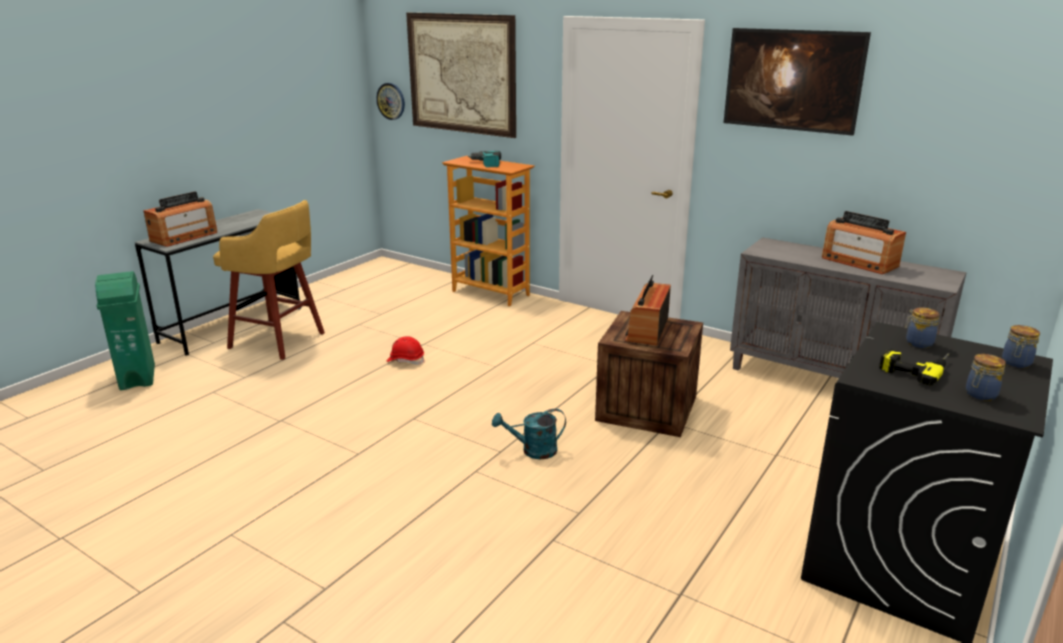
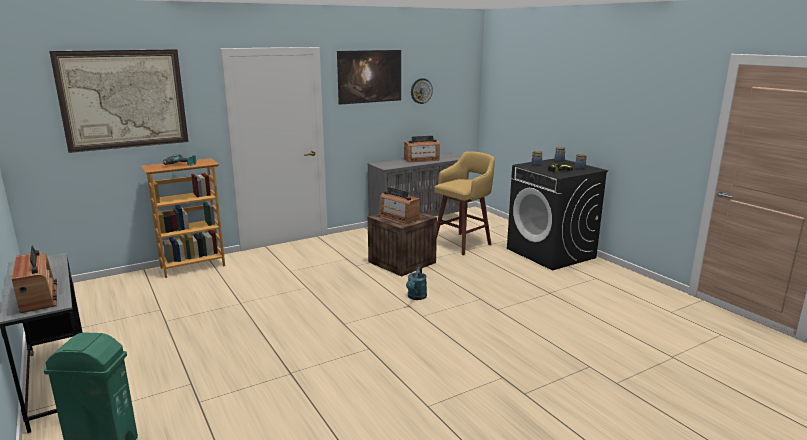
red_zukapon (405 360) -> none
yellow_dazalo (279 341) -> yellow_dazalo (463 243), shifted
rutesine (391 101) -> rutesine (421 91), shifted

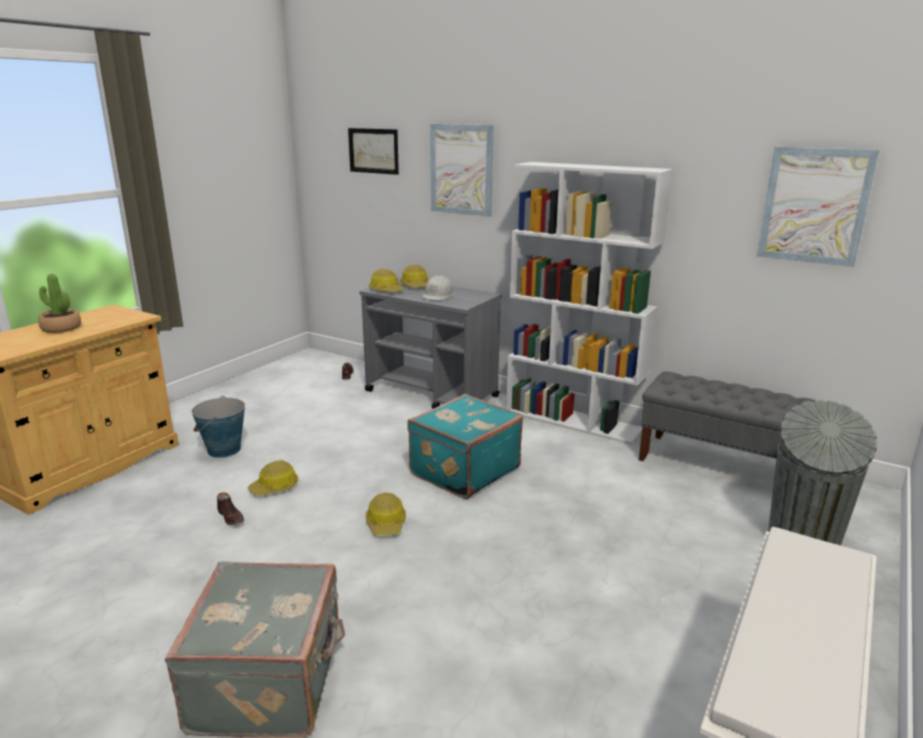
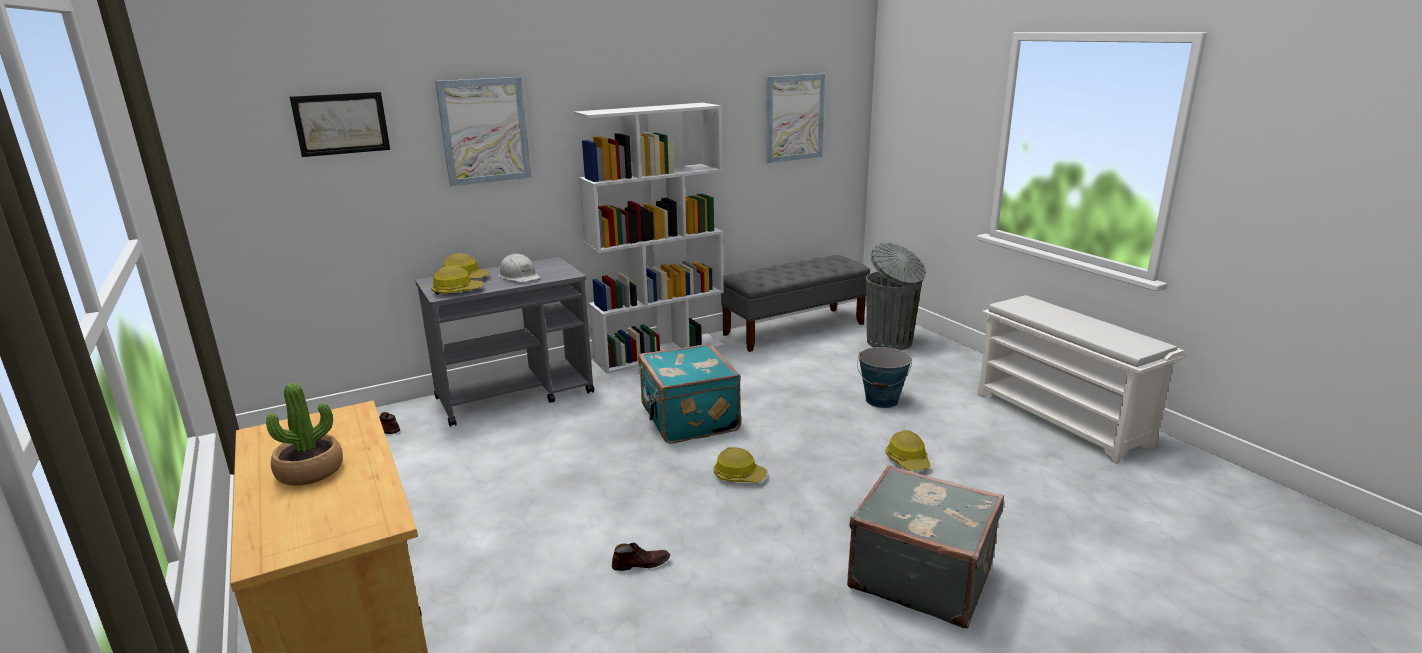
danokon (224 450) -> danokon (882 400), shifted
zukapon (275 487) -> zukapon (908 460), shifted

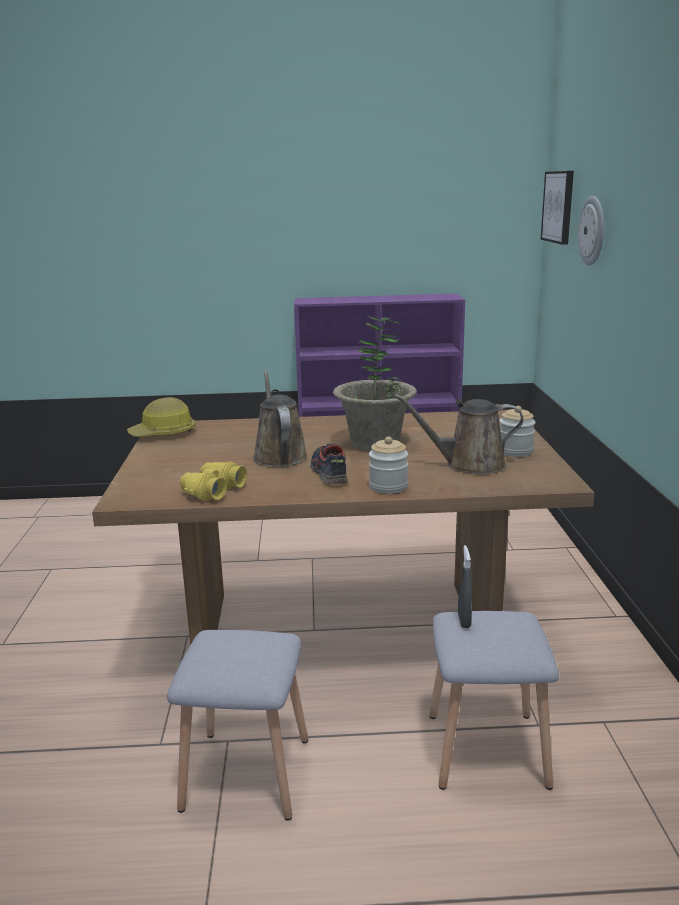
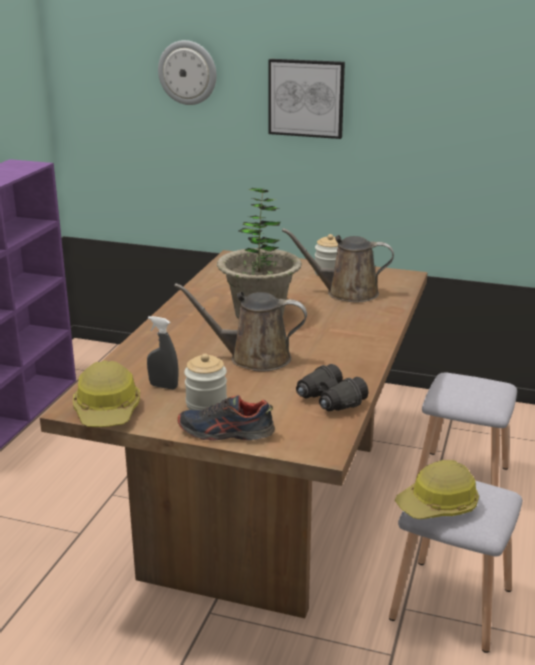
none -> zukapon (438 505)
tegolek (328 473) -> tegolek (226 433), shifted
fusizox (388 486) -> fusizox (206 404), shifted
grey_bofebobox (464 621) -> grey_bofebobox (163 386), shifted
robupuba (559 207) -> robupuba (306 98), shifted
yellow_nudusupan (212 491) -> black_nudusupan (329 401)
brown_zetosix (469 465) -> brown_zetosix (346 293), 75 degrees clockwise

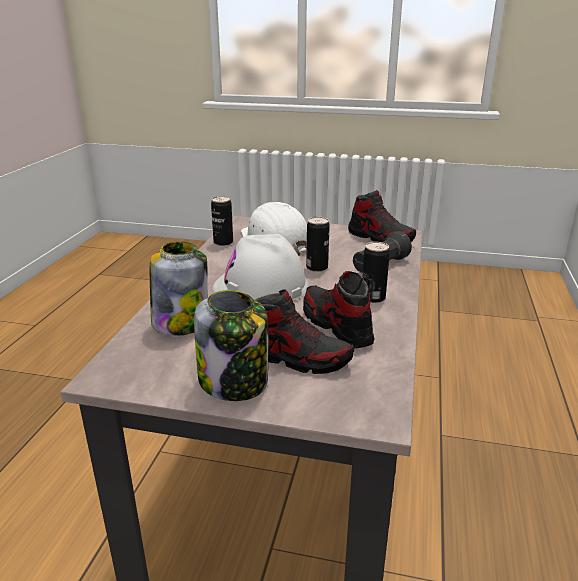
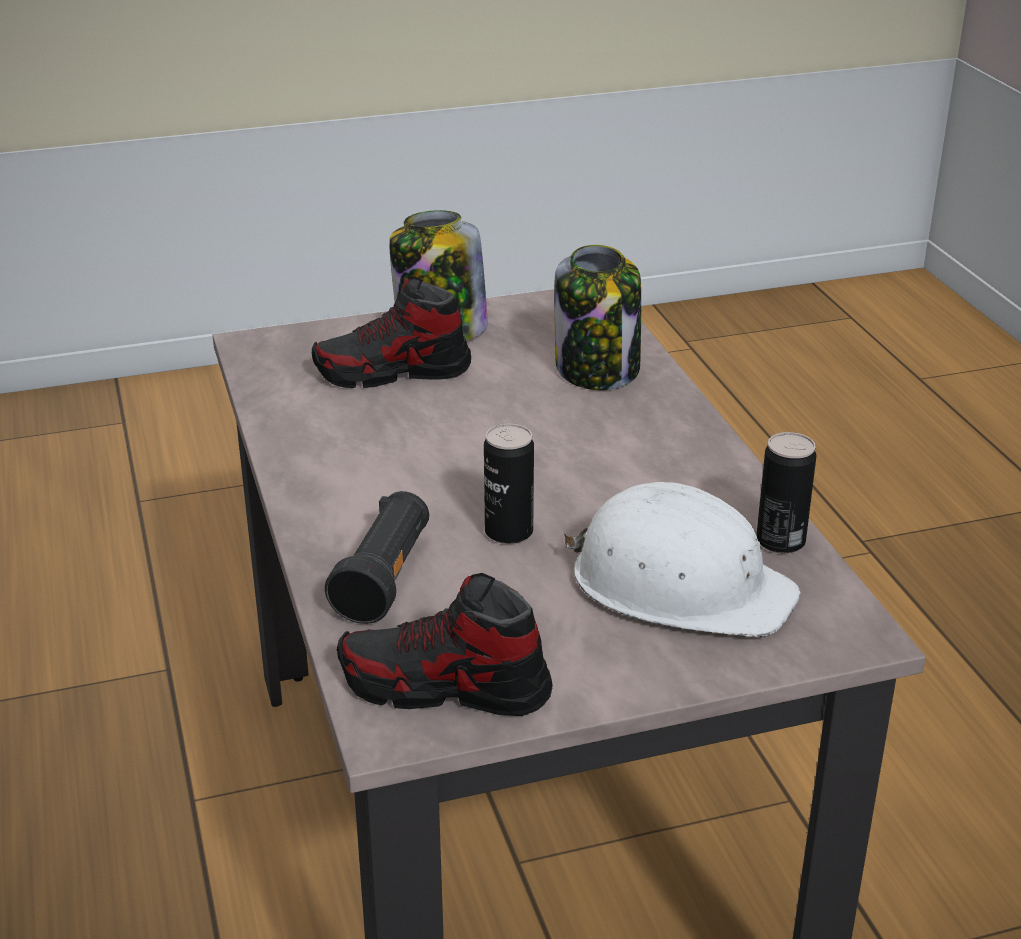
white_zukapon (261 286) -> none
tegolek (336 326) -> none
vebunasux (373 298) -> none

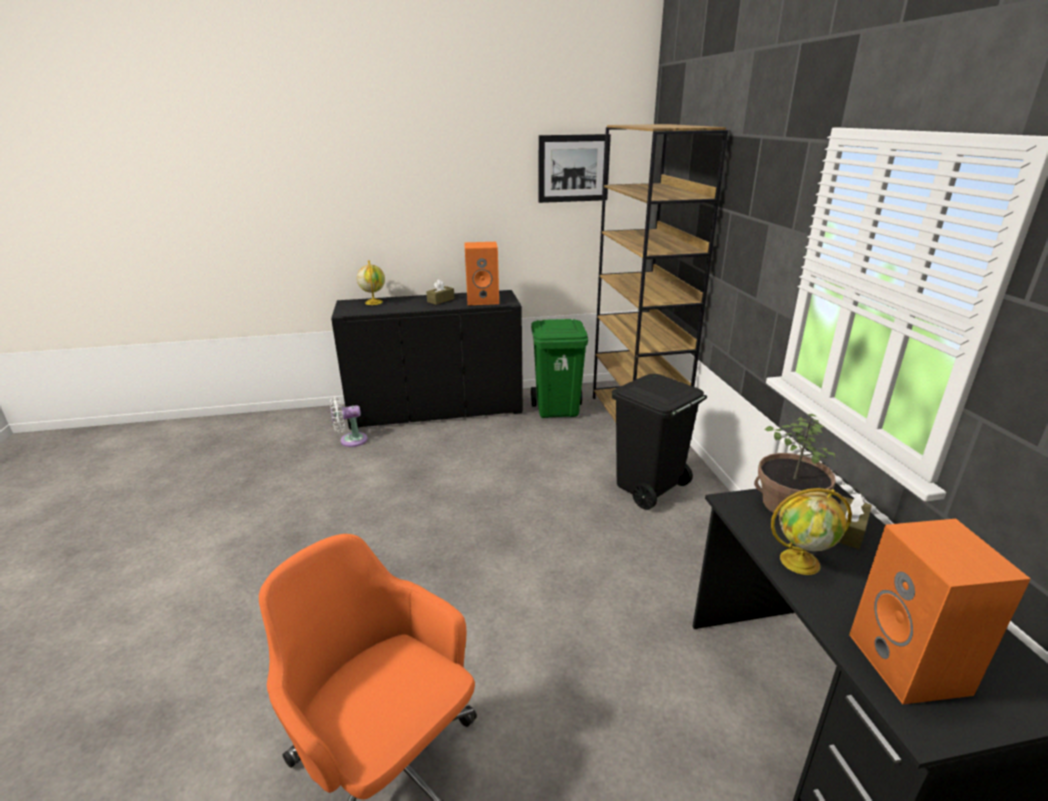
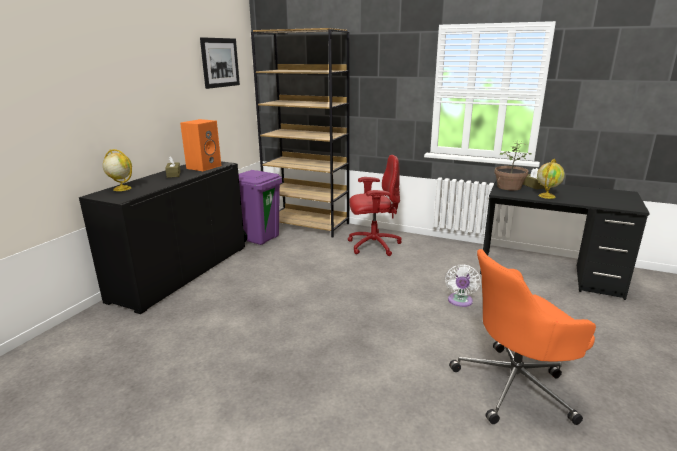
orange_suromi (911 665) -> none
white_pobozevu (350 440) -> white_pobozevu (460 302), shifted
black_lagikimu (649 488) -> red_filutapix (373 245)
green_lagikimu (558 410) -> purple_lagikimu (259 238)

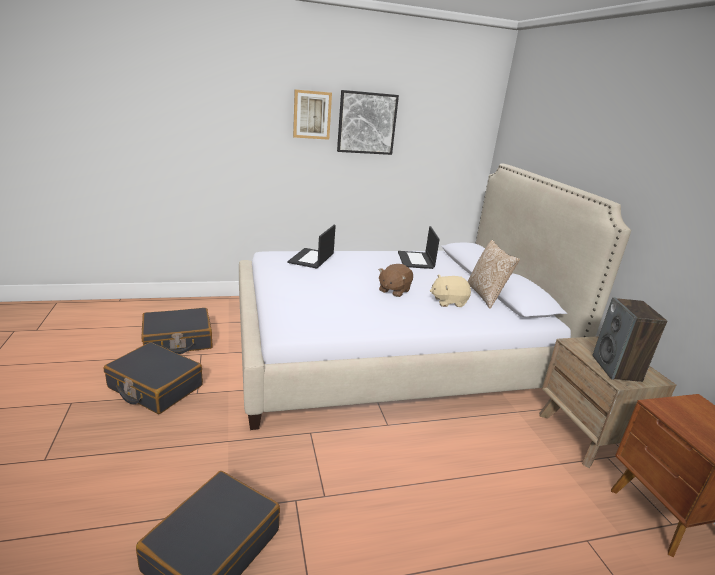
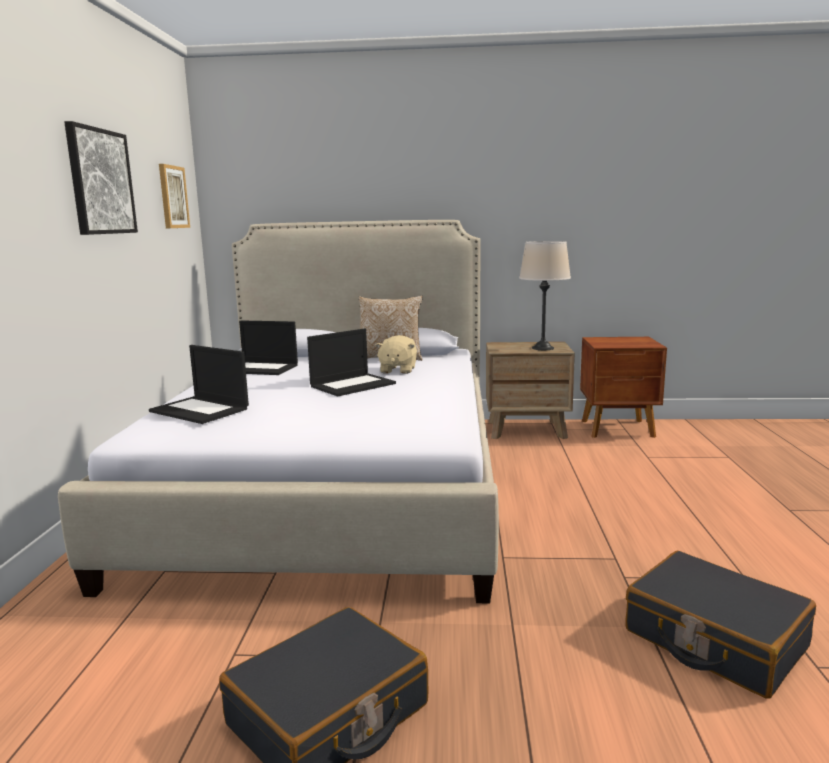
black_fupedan (178 340) -> none
robupuba (312 115) -> robupuba (173 197), shifted
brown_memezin (394 290) -> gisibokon (353 385)
suromi (617 369) -> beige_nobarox (543 348)

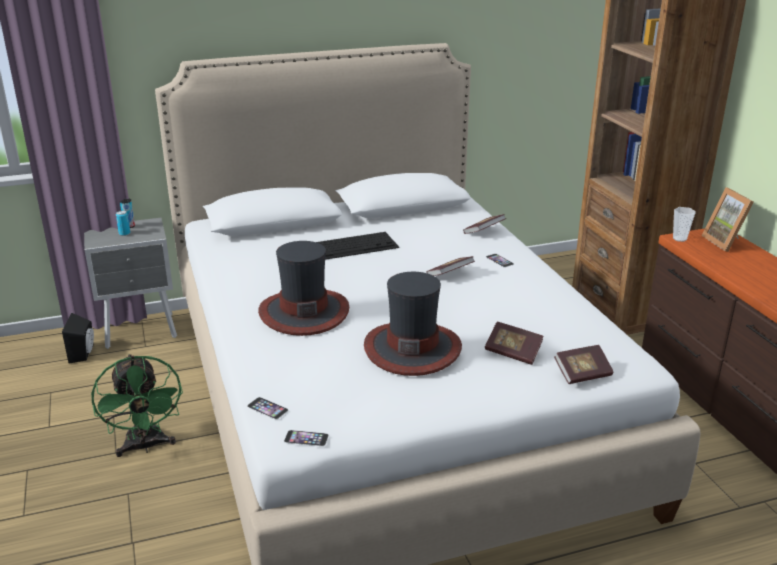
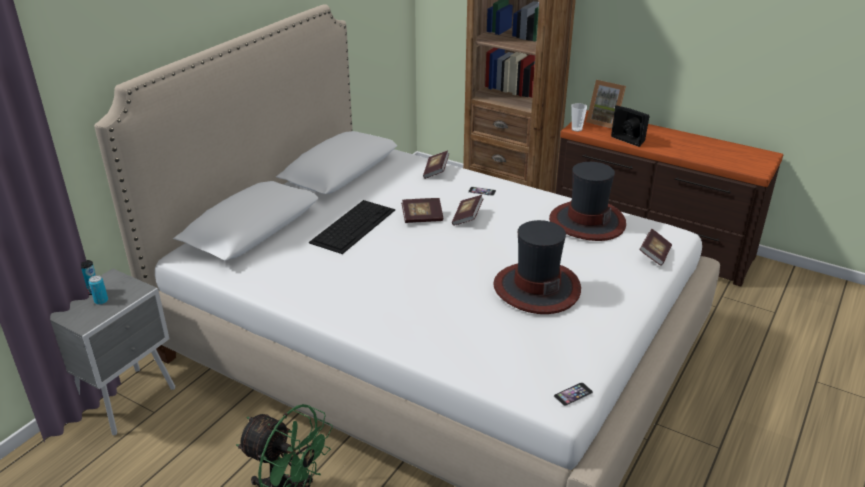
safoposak (267 408) -> none
black_suromi (84 353) -> black_suromi (630 139), shifted
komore (304 312) -> komore (586 222), shifted
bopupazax (513 352) -> bopupazax (422 218), shifted

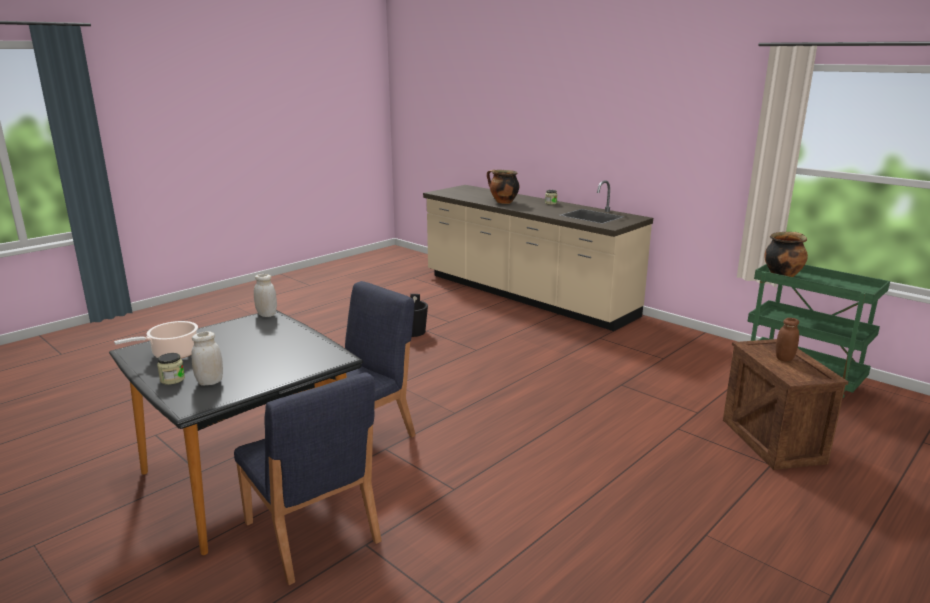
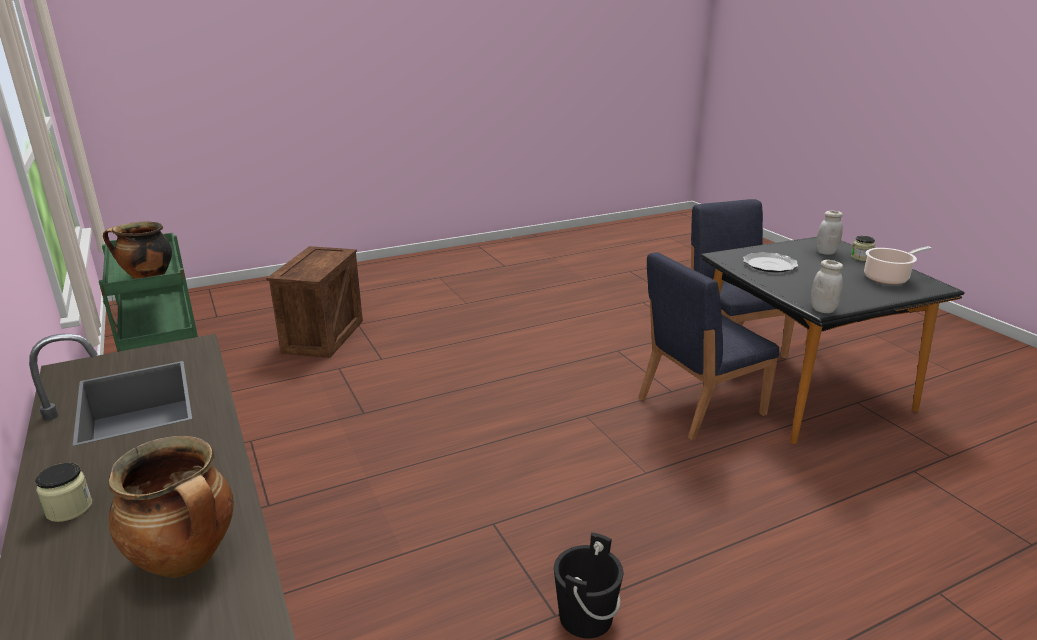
brown_fusizox (784 358) -> none
none -> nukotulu (769 265)

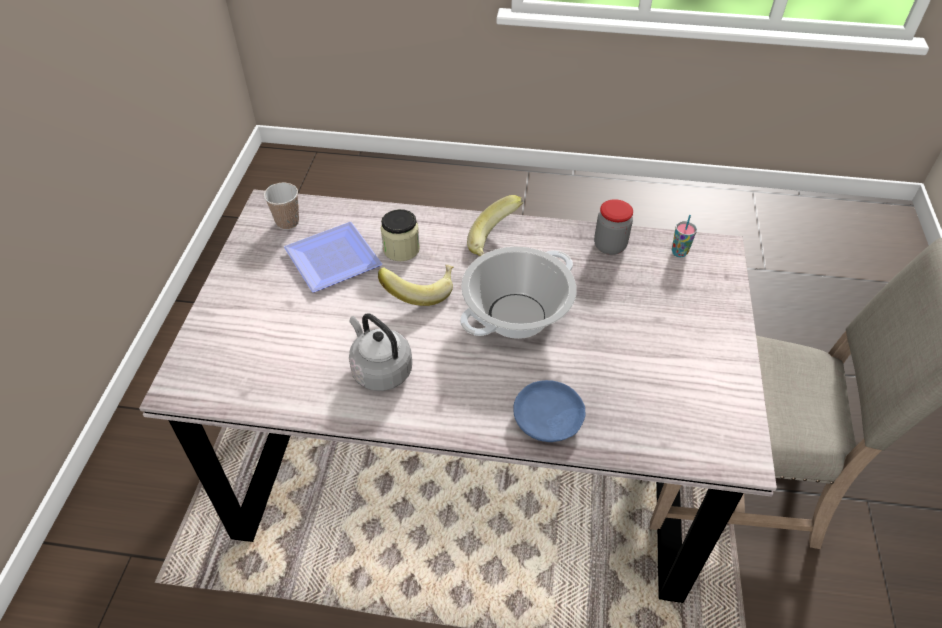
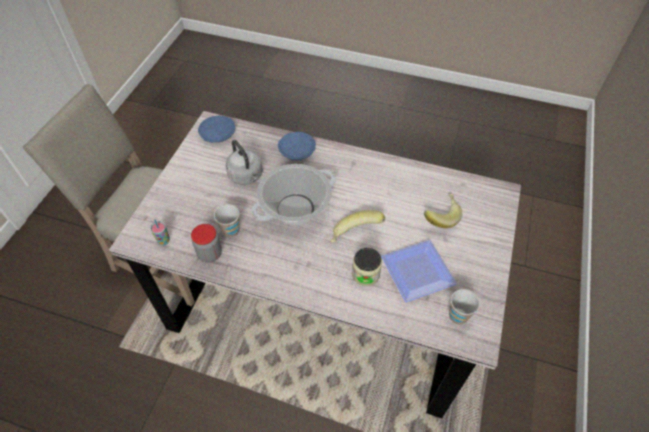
none -> blue_nukotulu (217 134)
none -> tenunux (230 231)
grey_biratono (380 369) -> grey_biratono (246 176), shifted
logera (496 243) -> logera (440 217), shifted

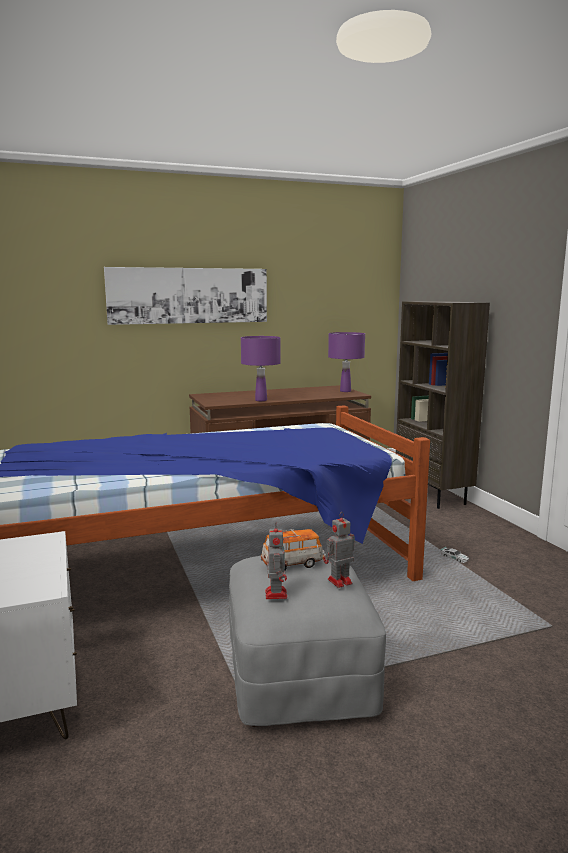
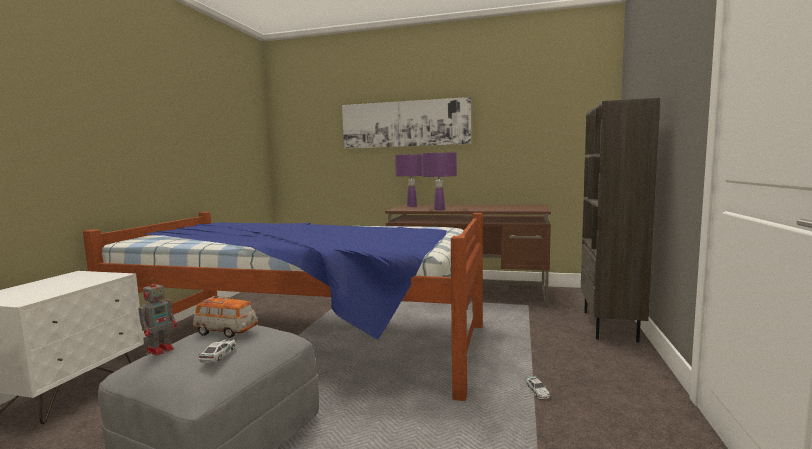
purple_nobarox (345 391) -> purple_nobarox (411 206), shifted
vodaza (338 581) -> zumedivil (219 355)

